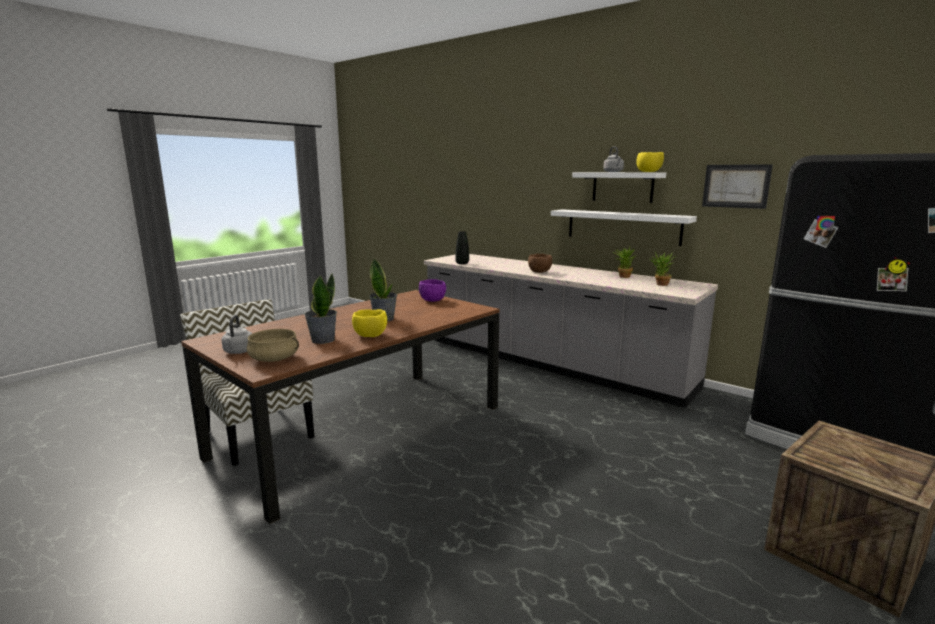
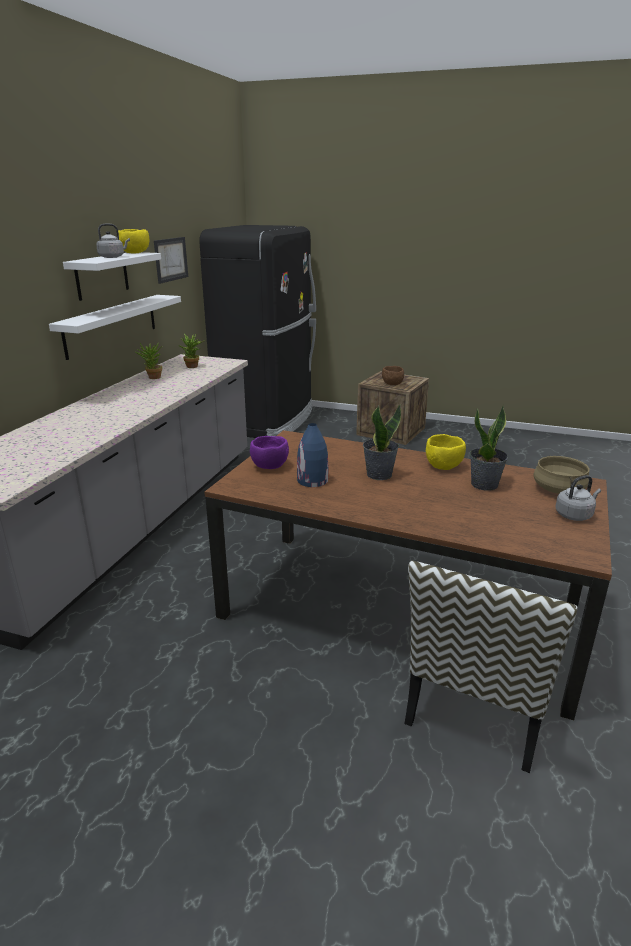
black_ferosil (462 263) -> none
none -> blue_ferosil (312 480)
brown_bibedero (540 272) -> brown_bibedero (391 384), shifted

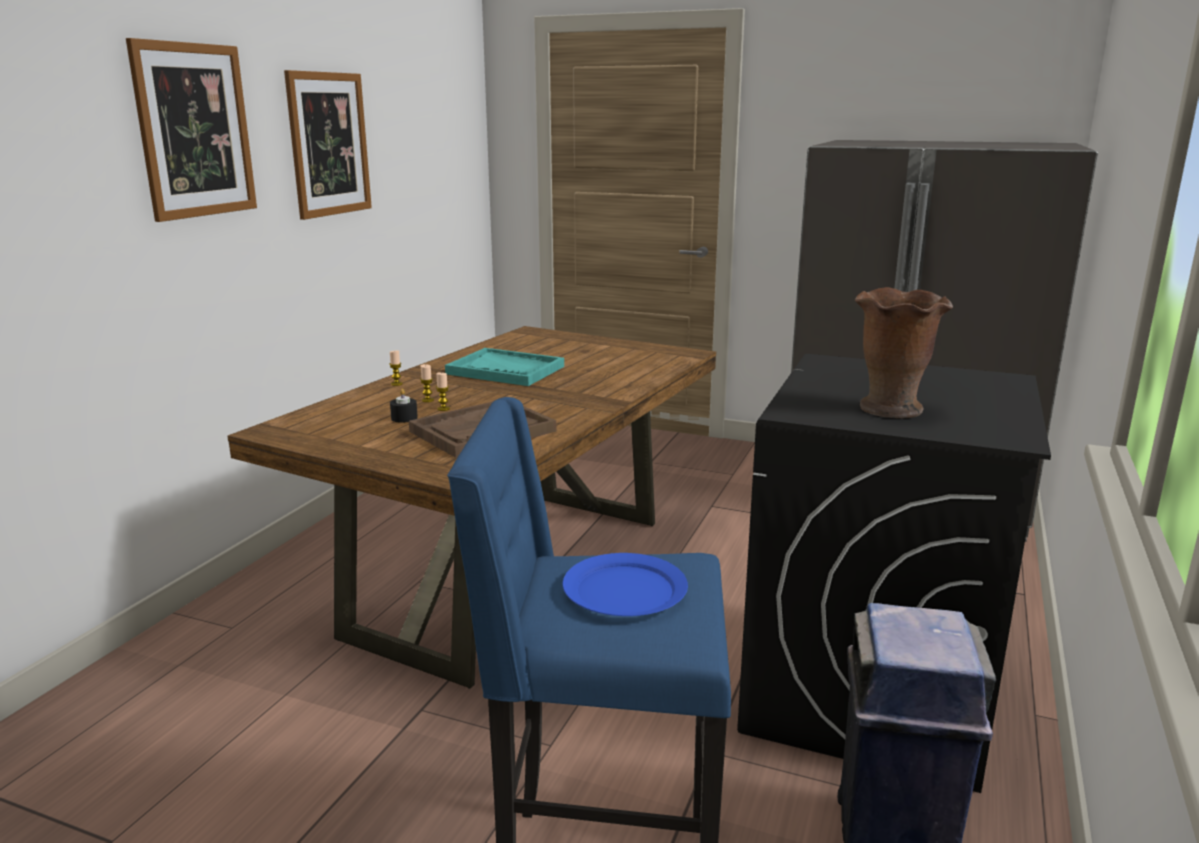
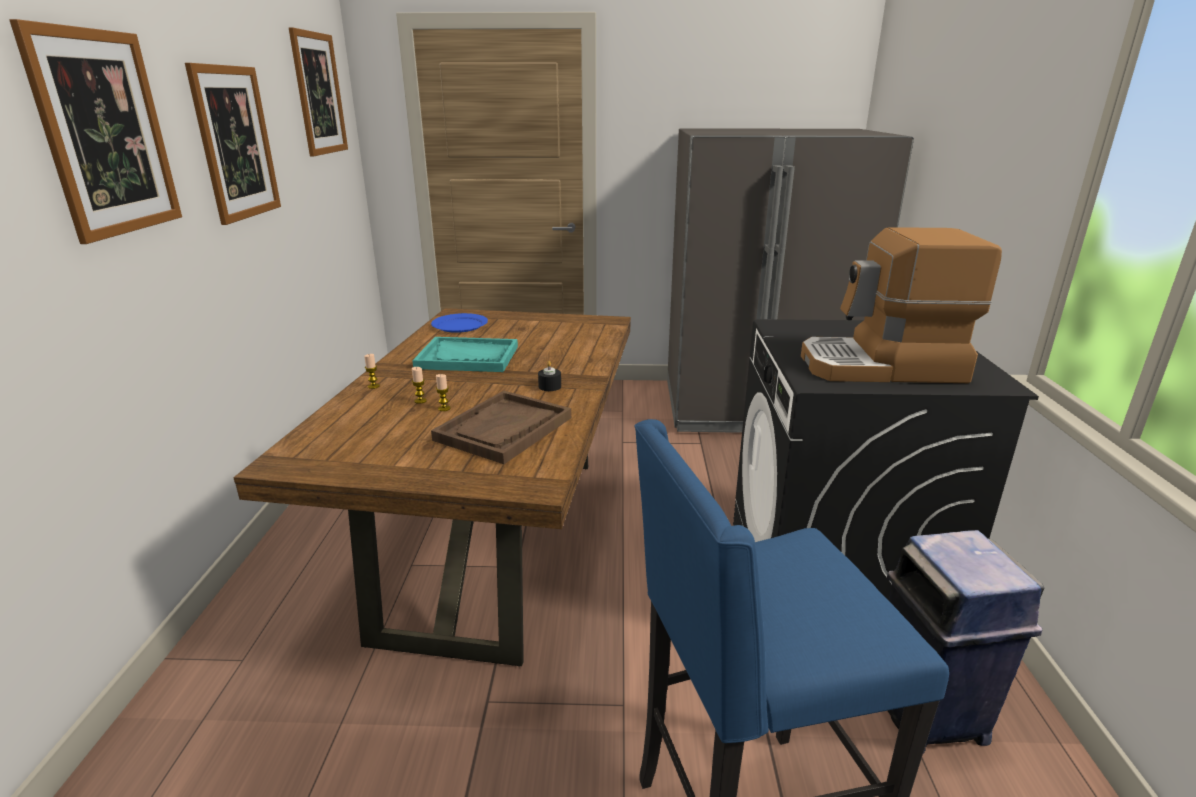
none -> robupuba (319 94)
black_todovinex (404 418) -> black_todovinex (549 386), shifted
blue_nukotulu (625 591) -> blue_nukotulu (460 325), shifted
brown_ferosil (891 409) -> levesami (882 367)

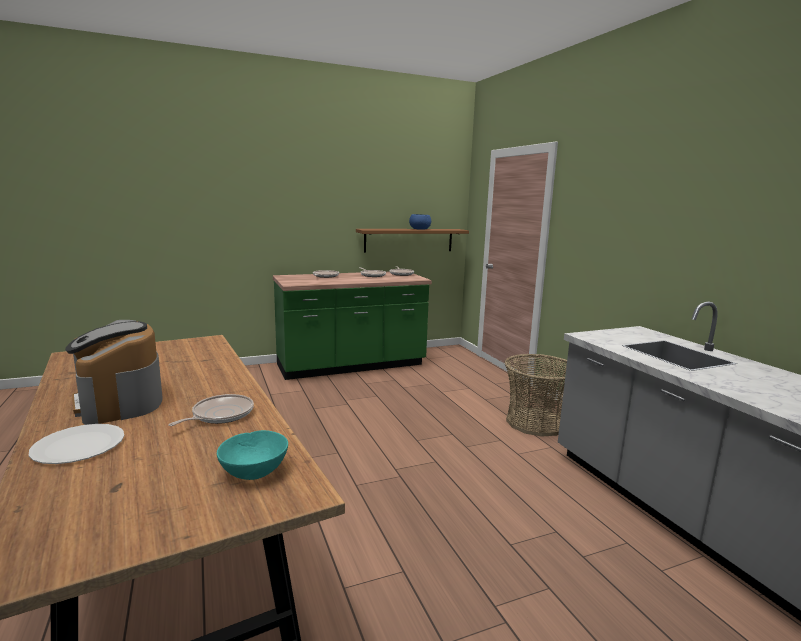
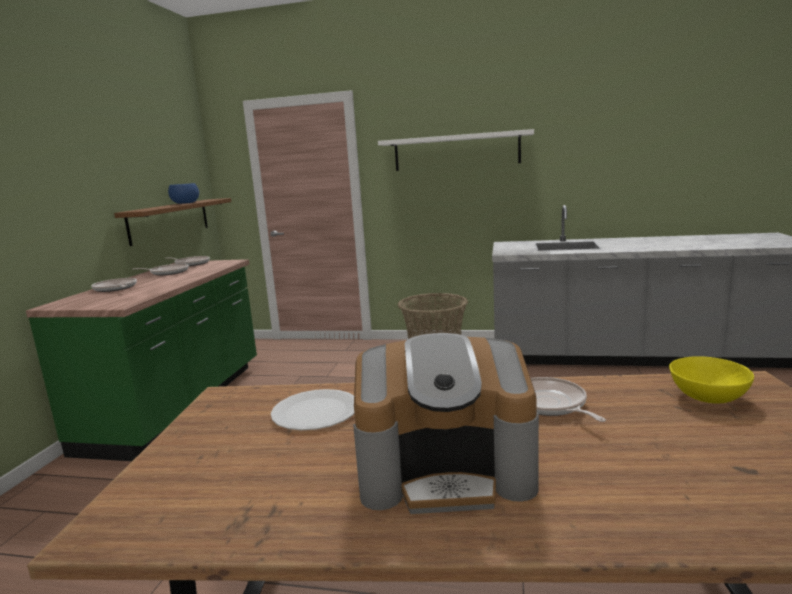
none -> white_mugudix (456 151)
white_nukotulu (79 445) -> white_nukotulu (315 412), shifted
turquoise_bibedero (254 471) -> yellow_bibedero (708 397)

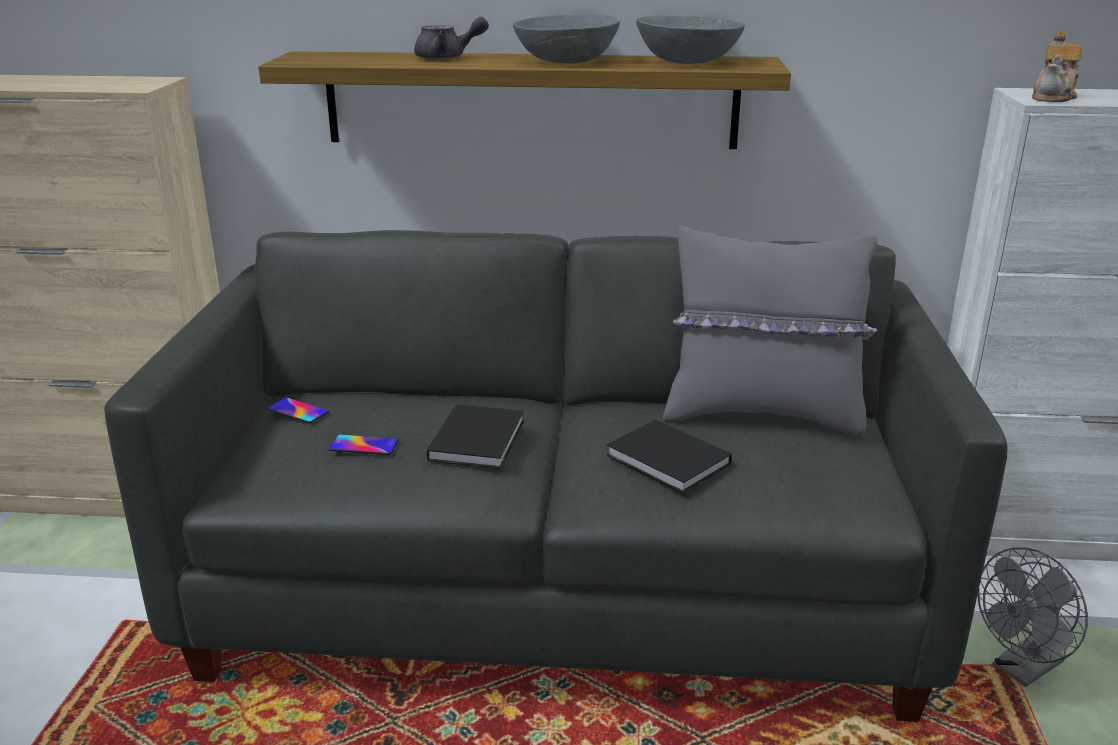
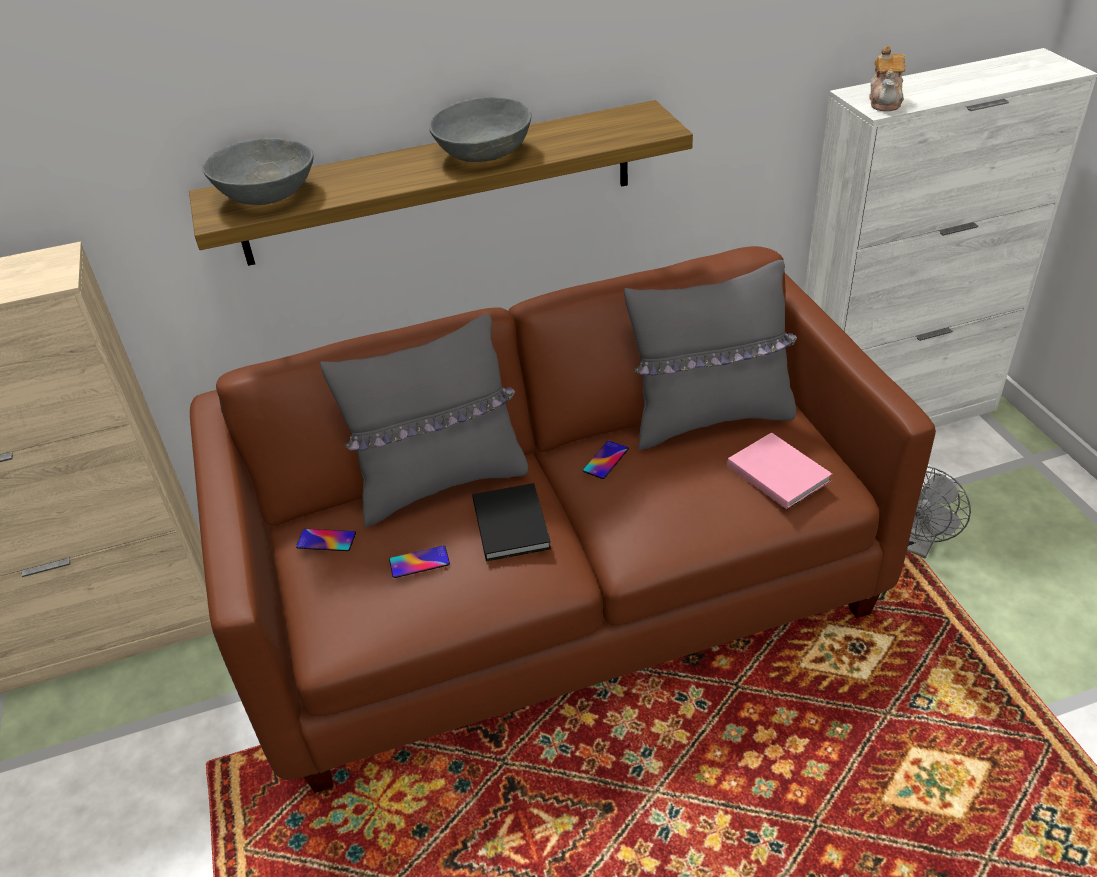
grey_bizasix (447 58) -> none
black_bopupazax (669 461) -> none
none -> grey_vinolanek (440 483)
none -> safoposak (605 460)
none -> pink_bopupazax (777 471)
grey_bibedero (686 61) -> grey_bibedero (266 196), shifted
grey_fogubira (561 588) -> brown_fogubira (562 592)

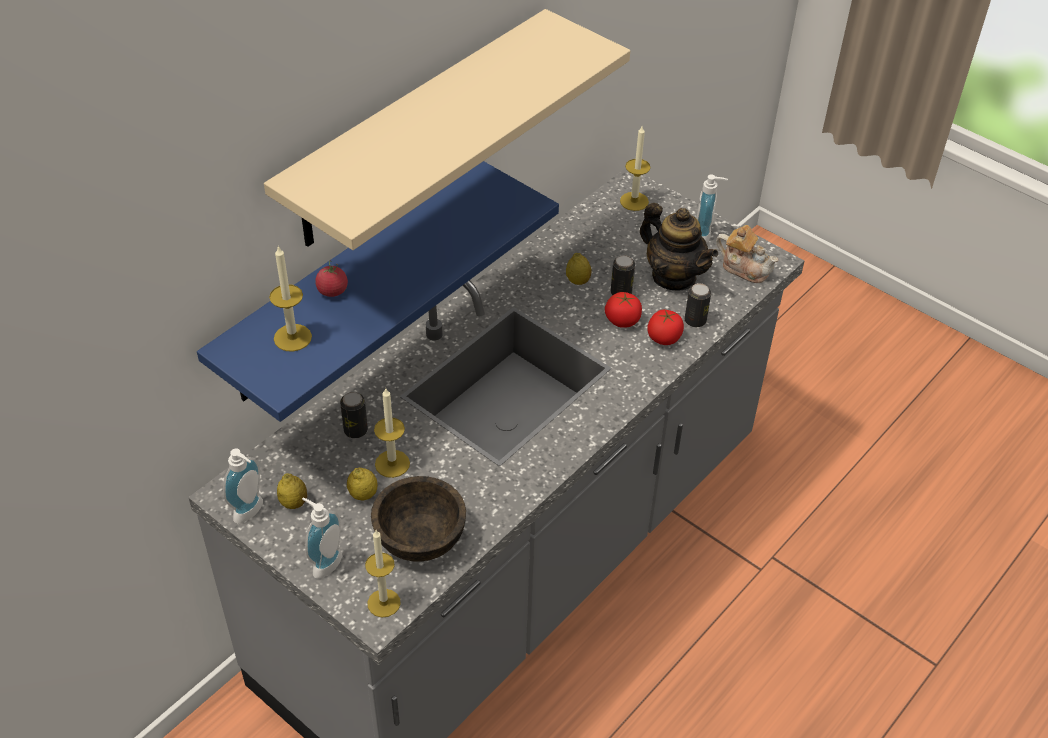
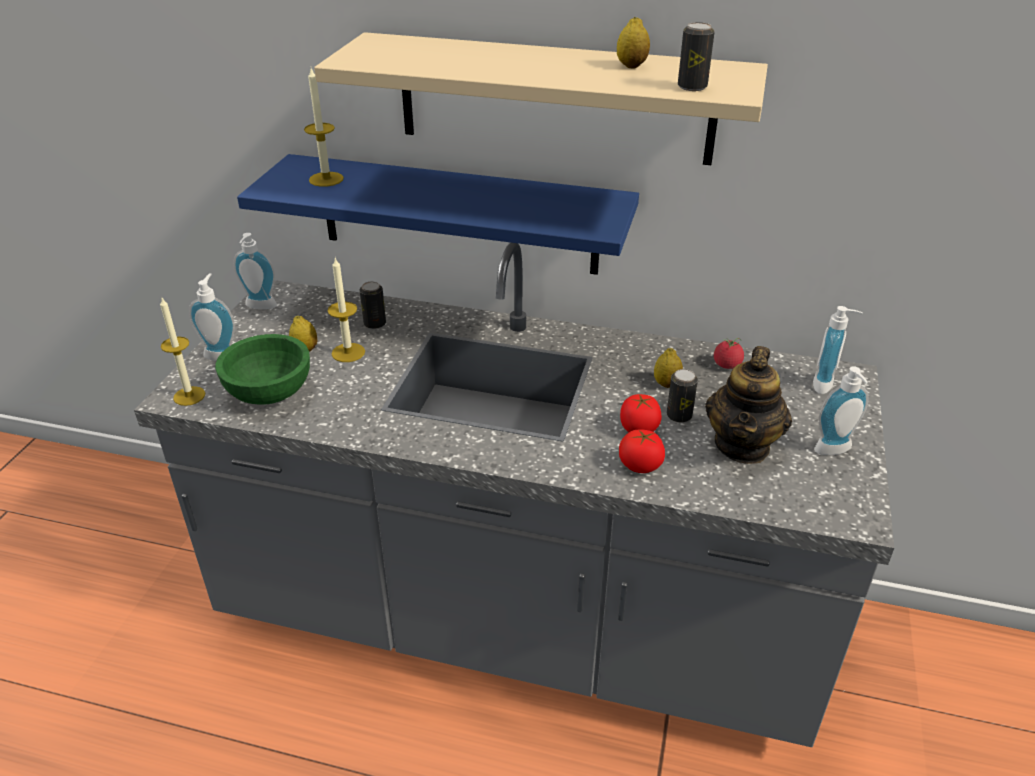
bizasix (744 268) -> none
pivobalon (293 503) -> pivobalon (631 66), shifted
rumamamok (332 291) -> rumamamok (727 365), shifted
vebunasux (695 320) -> vebunasux (692 87), shifted
todovinex (634 201) -> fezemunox (827 385)
brown_bibedero (419 539) -> green_bibedero (269 392)

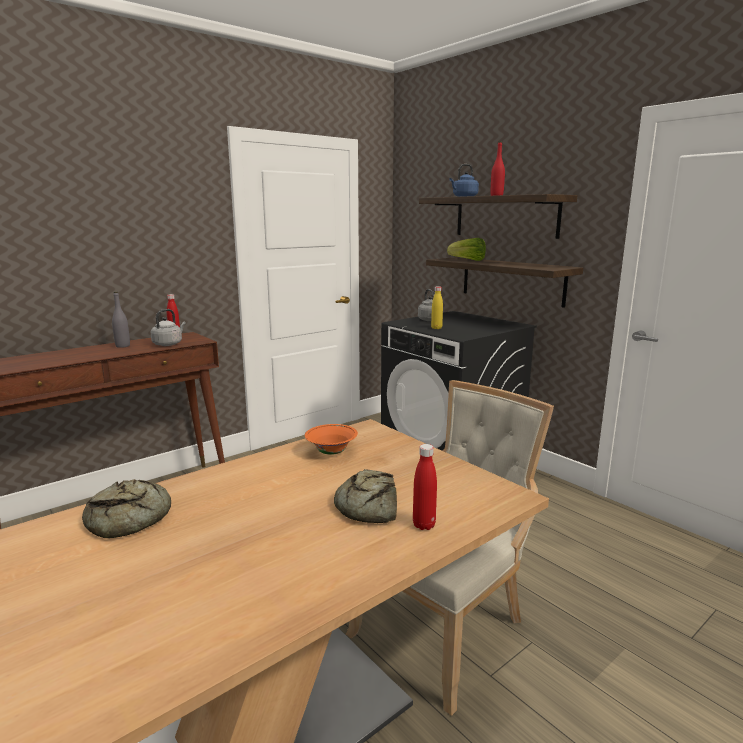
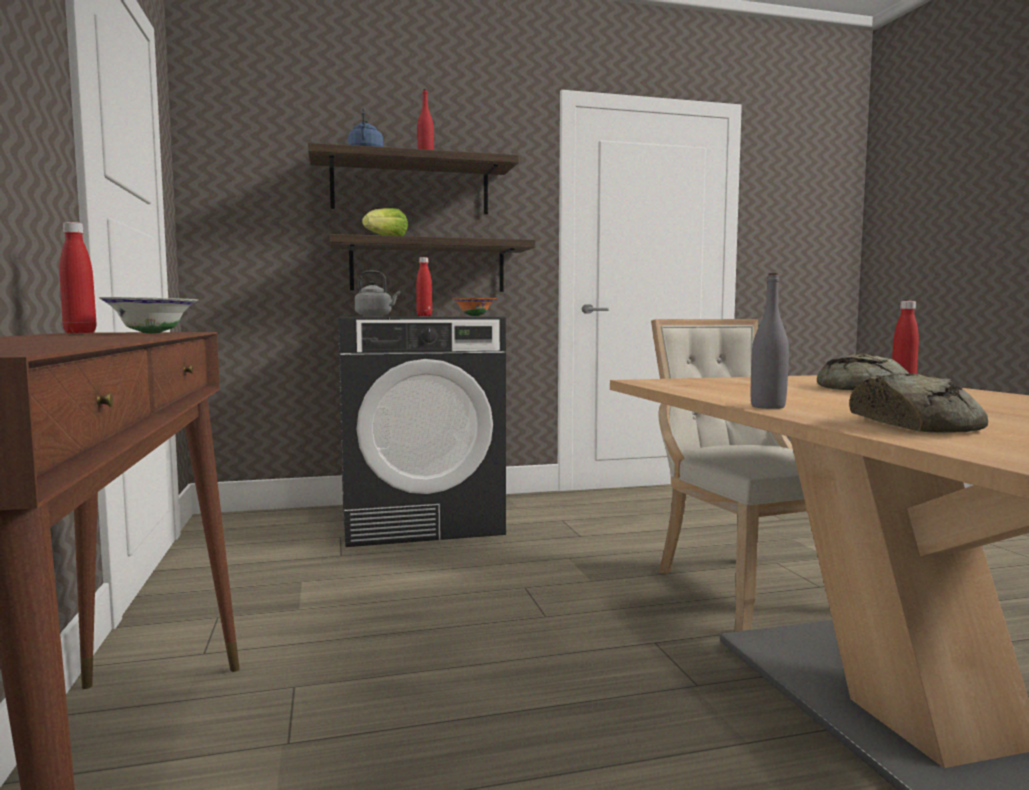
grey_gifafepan (122 346) -> grey_gifafepan (768 407), shifted
orange_bibedero (331 452) -> orange_bibedero (474 316), shifted
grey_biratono (169 344) -> white_bibedero (151 333)
yellow_gifafepan (436 328) -> red_gifafepan (424 316)

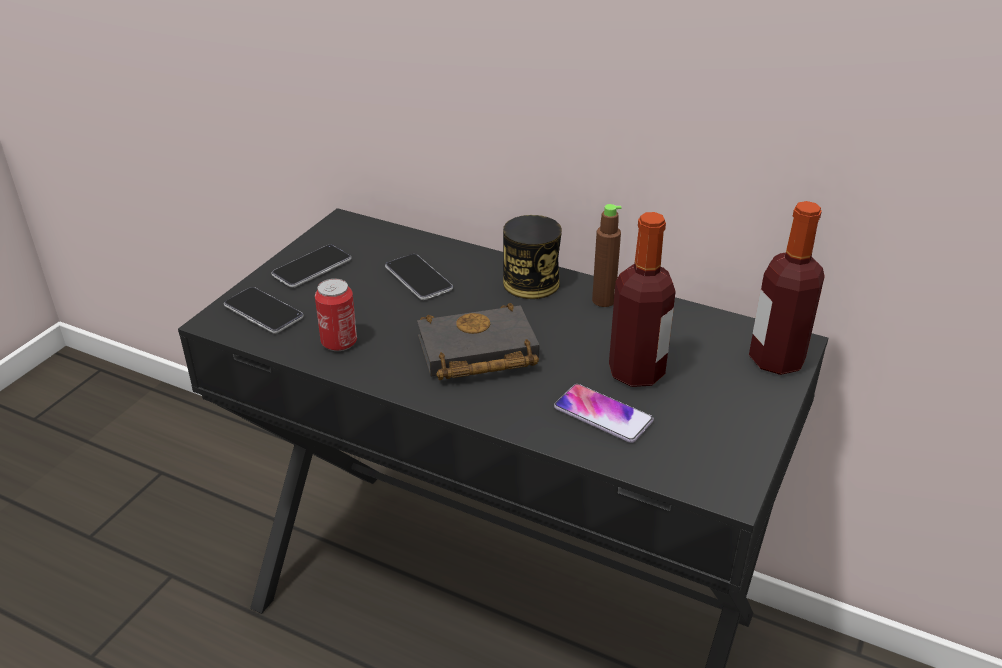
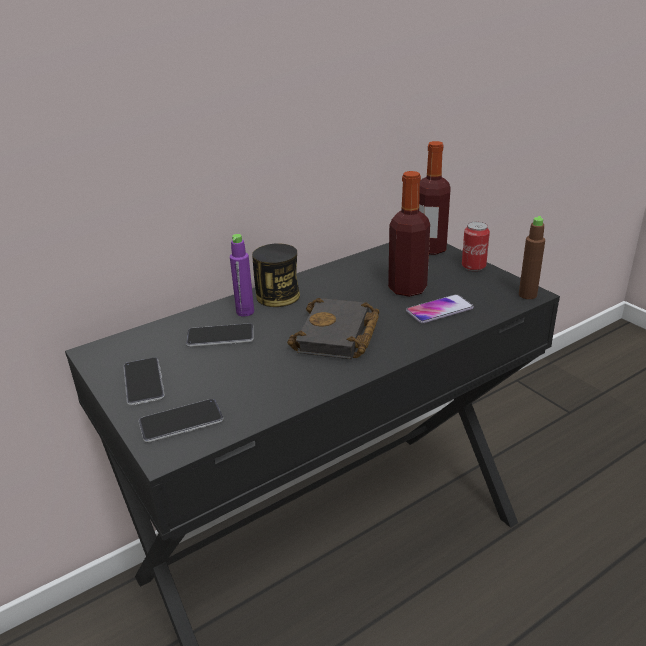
none -> purple_gifafepan (245 312)
vebunasux (339 342) -> vebunasux (473 266), shifted
brown_gifafepan (603 300) -> brown_gifafepan (527 295), shifted

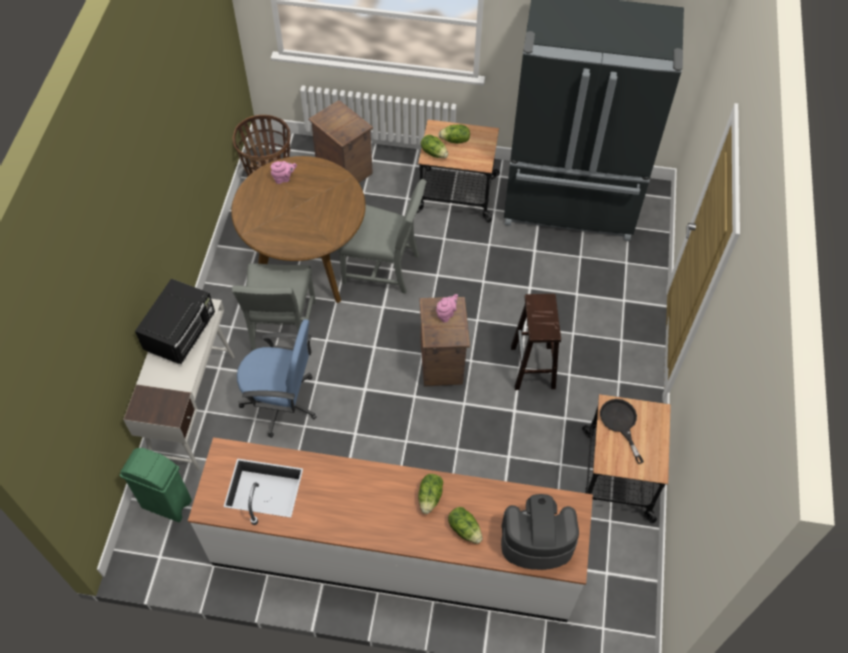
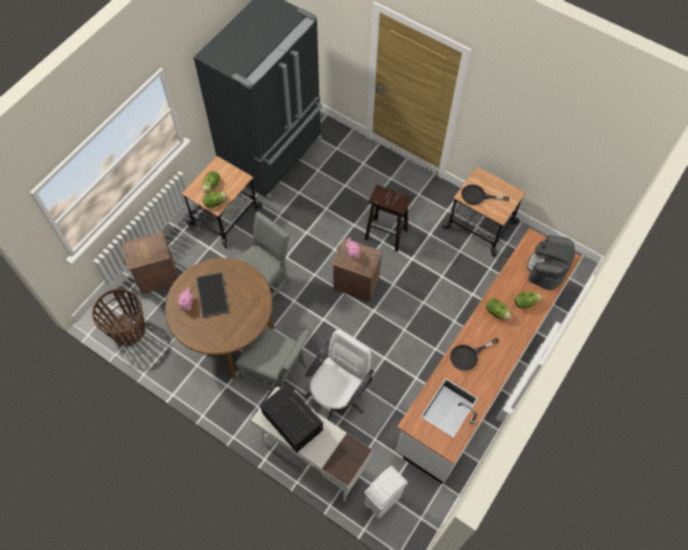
none -> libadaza (213 295)
none -> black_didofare (468 356)
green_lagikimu (166 503) -> white_lagikimu (382 500)
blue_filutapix (282 402) -> white_filutapix (338 395)

